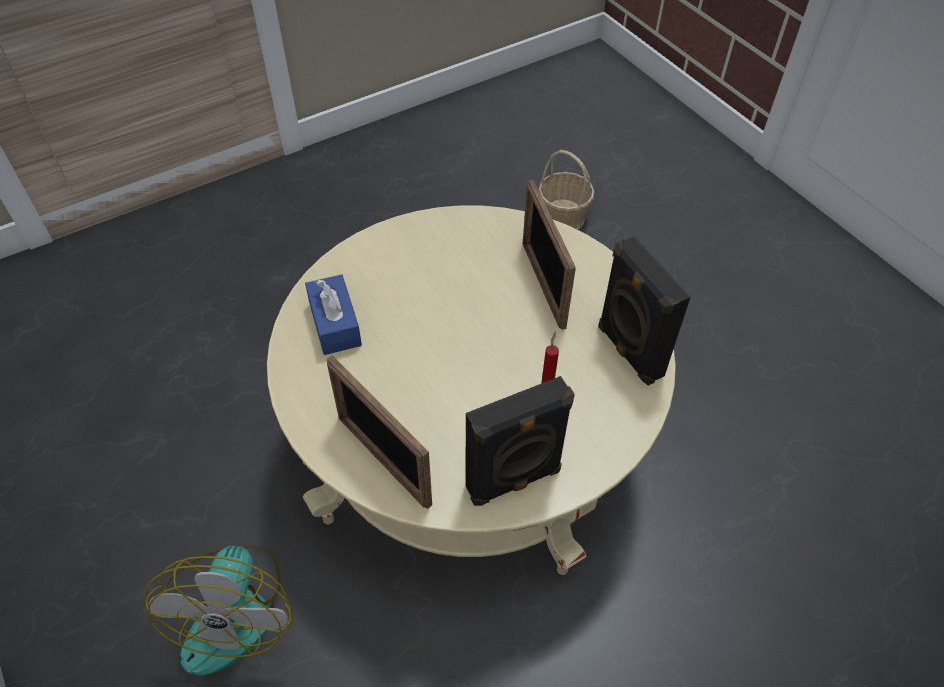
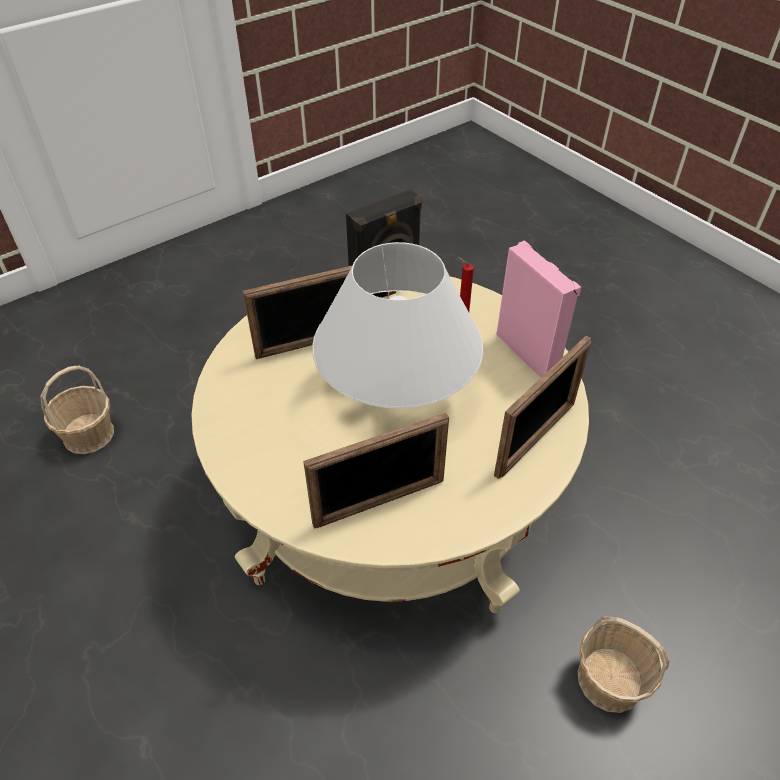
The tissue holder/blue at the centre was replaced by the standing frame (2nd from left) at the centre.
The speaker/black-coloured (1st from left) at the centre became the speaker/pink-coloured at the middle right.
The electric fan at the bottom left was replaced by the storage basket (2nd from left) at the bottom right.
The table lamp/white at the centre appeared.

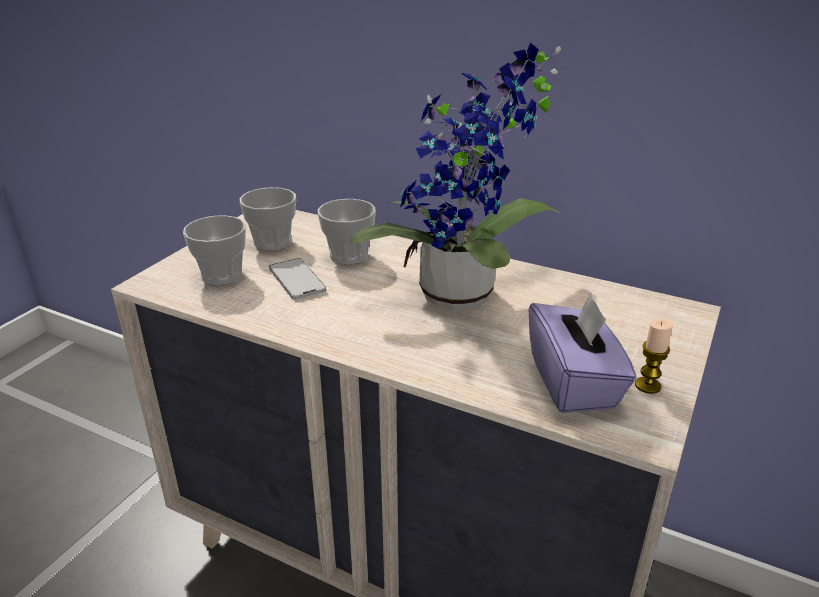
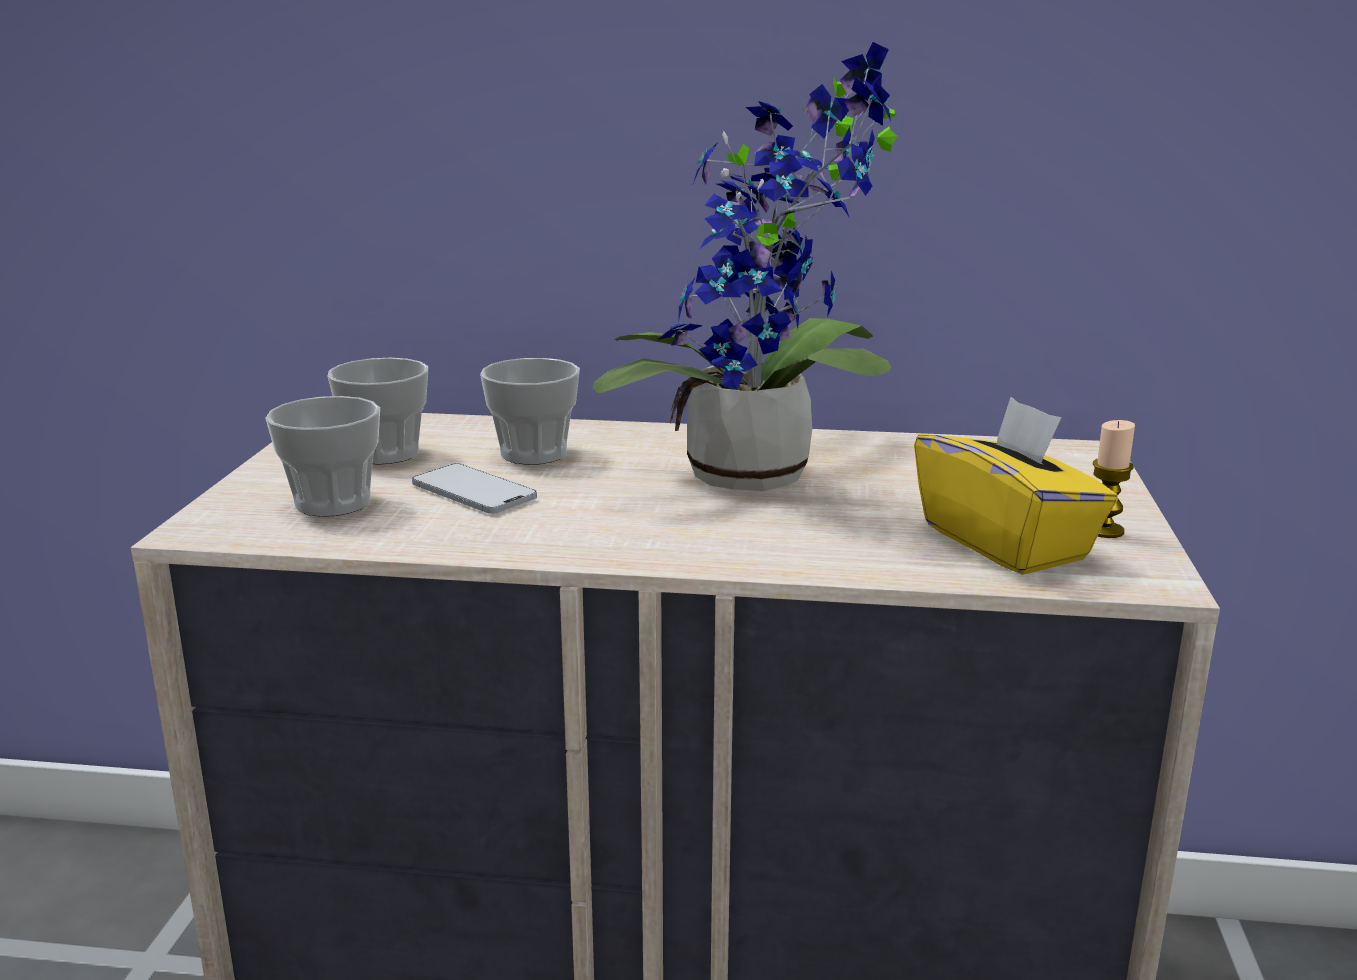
The tissue holder/purple at the middle right became the tissue holder/yellow-coloured at the middle right.

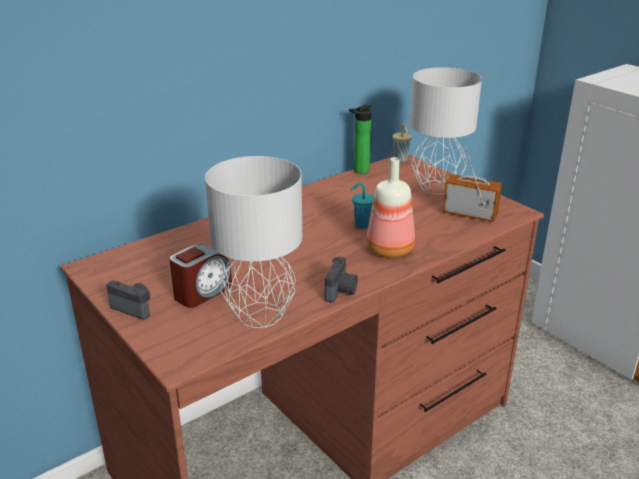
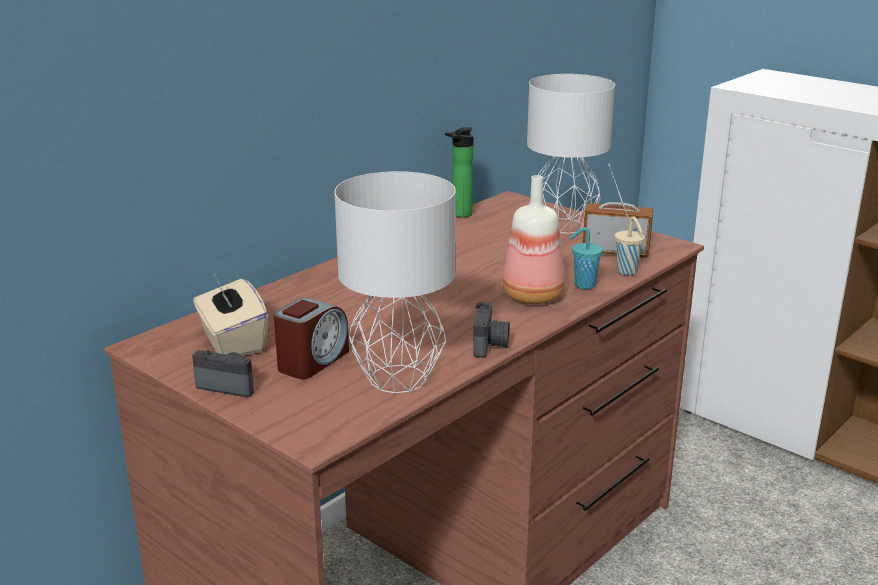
The cup/sand-coloured moved from the top centre to the middle right.
The cup/blue-green moved from the centre to the middle right.
The tissue holder/sand-coloured at the middle left appeared.

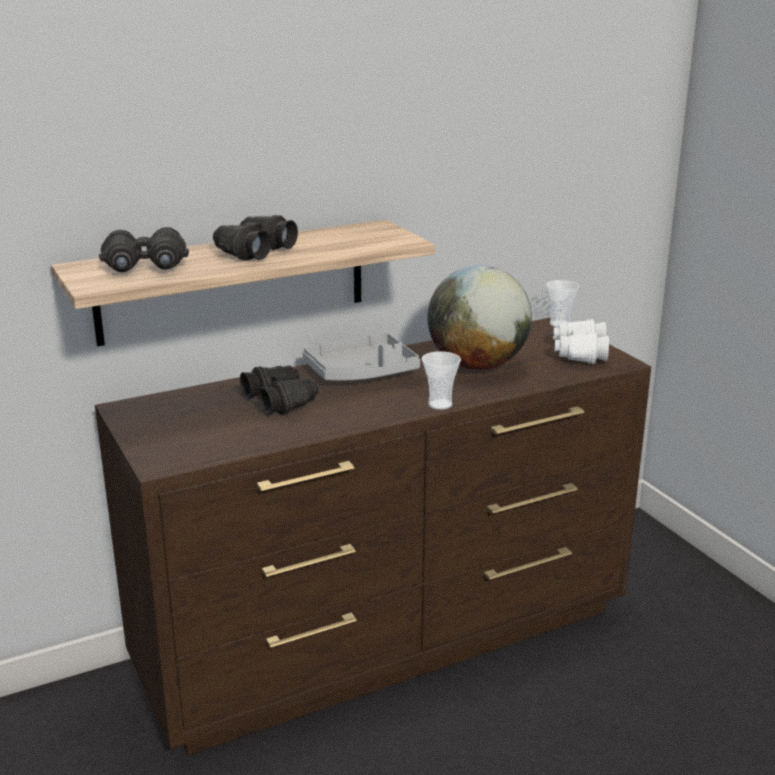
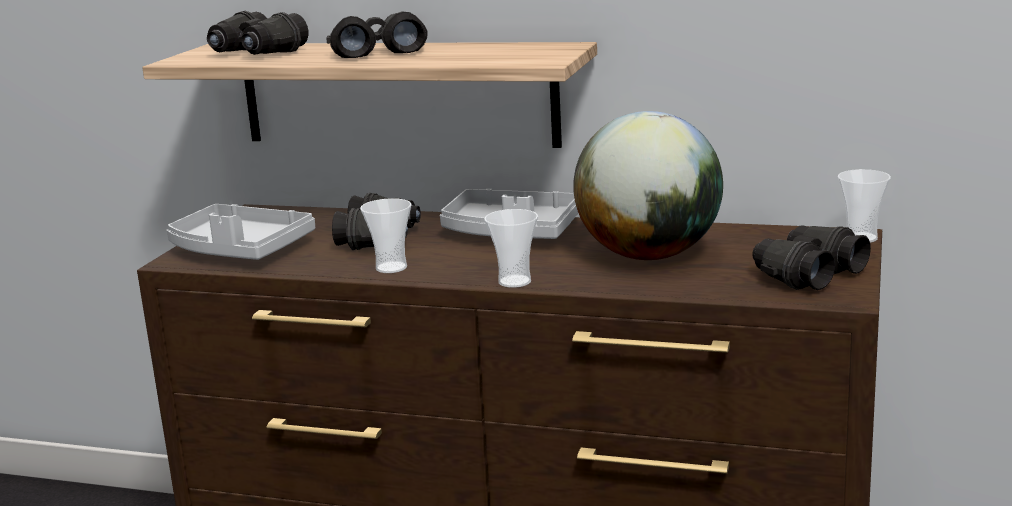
The binoculars/white at the middle right became the binoculars/black-coloured (4th from left) at the middle right.
The cup (1st from left) at the centre appeared.
The carrying tray/greyish (1st from left) at the middle left appeared.

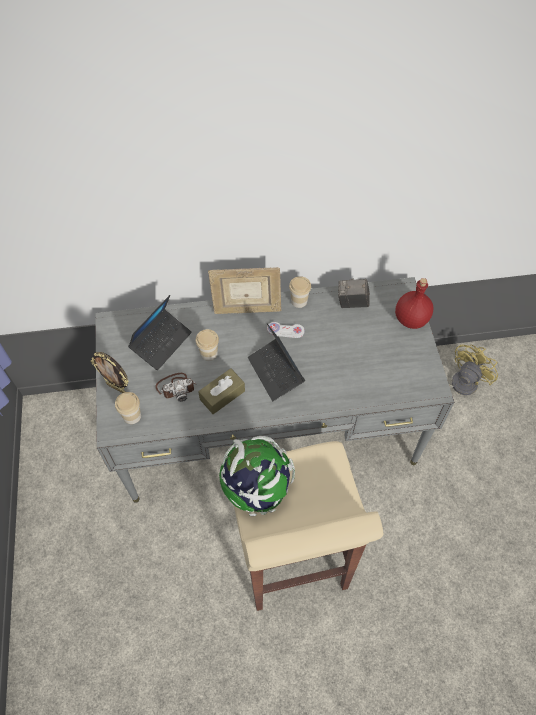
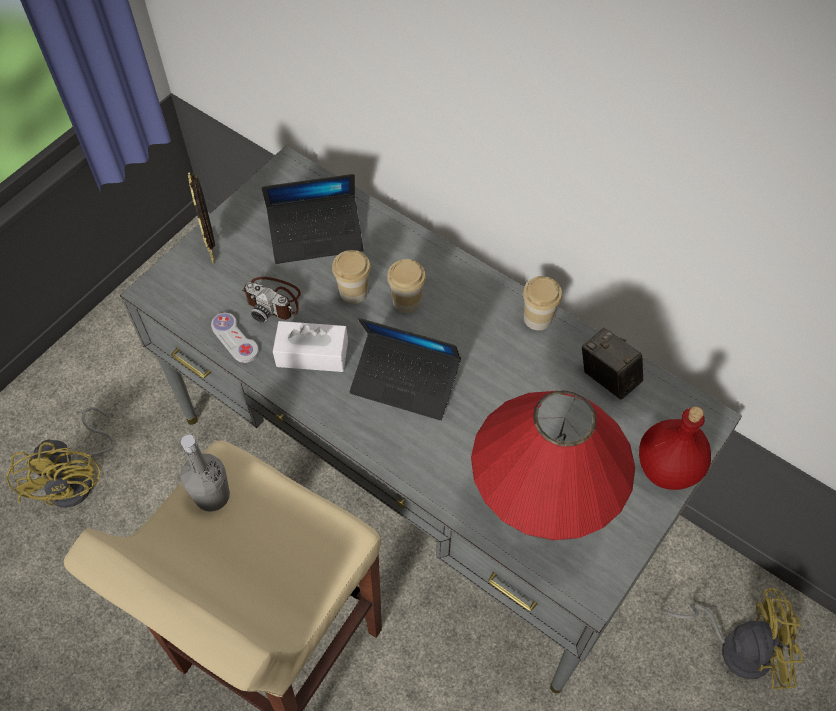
The standing frame (2nd from left) at the centre disappeared.
The joypad/white moved from the centre to the middle left.
The laptop (2nd from left) at the centre turned 90 degrees counterclockwise.
The tissue holder/brown at the centre became the tissue holder/white at the centre.
The cup (1st from left in the first image) moved from the middle left to the centre.
The world globe at the centre was replaced by the beverage bottle/greyish at the middle left.
The table lamp/red at the centre appeared.
The electric fan/yellow-coloured (1st from left) at the middle left appeared.

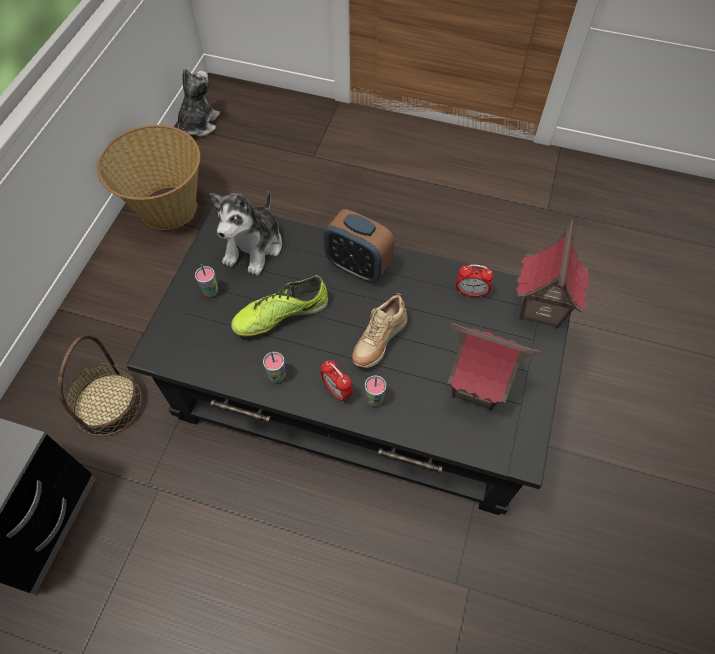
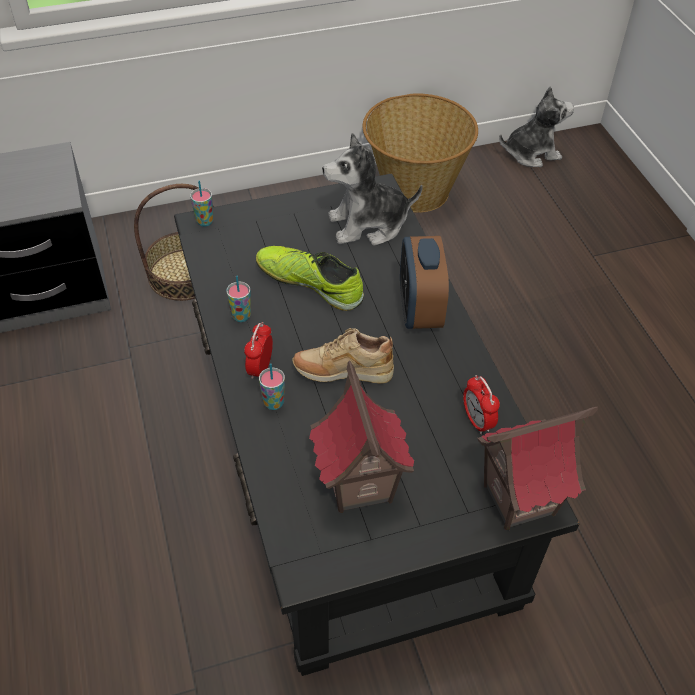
The cup (1st from left) moved from the middle left to the top left.

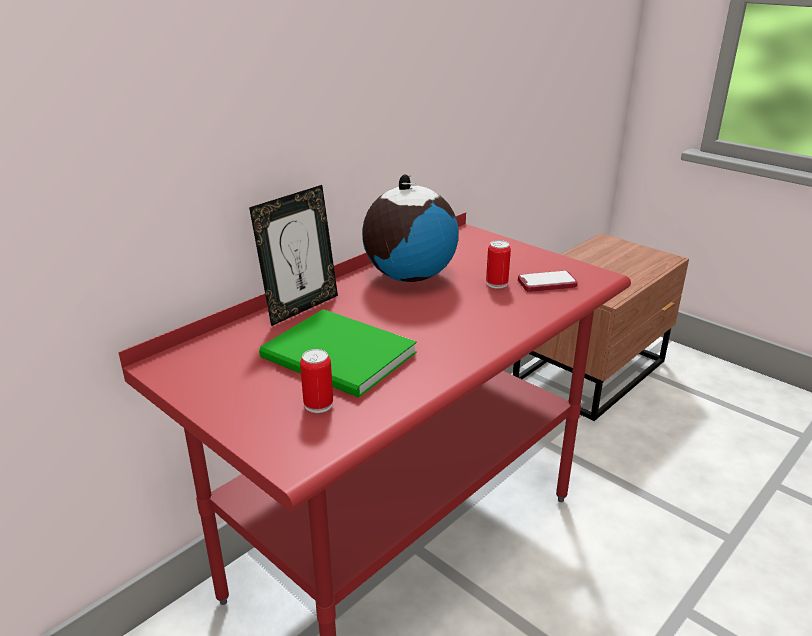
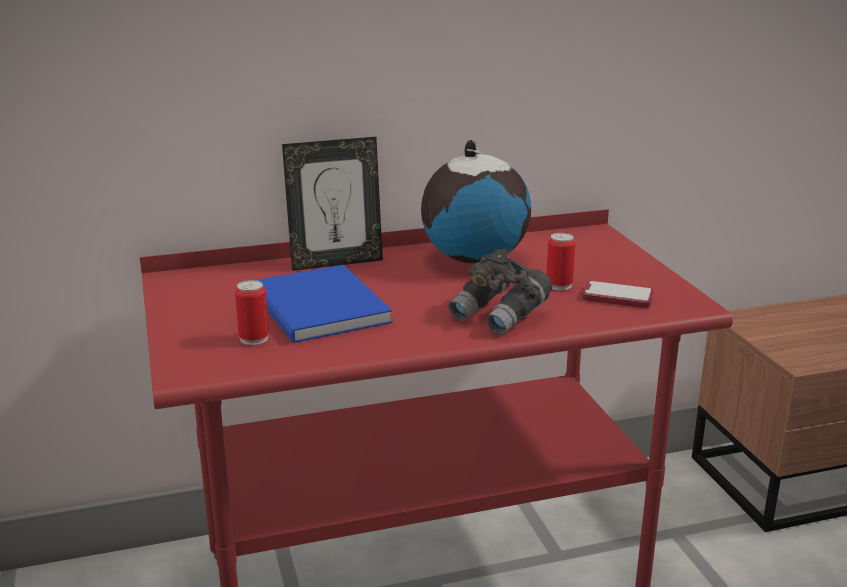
The book/green at the centre became the book/blue at the centre.
The binoculars/greyish at the centre appeared.

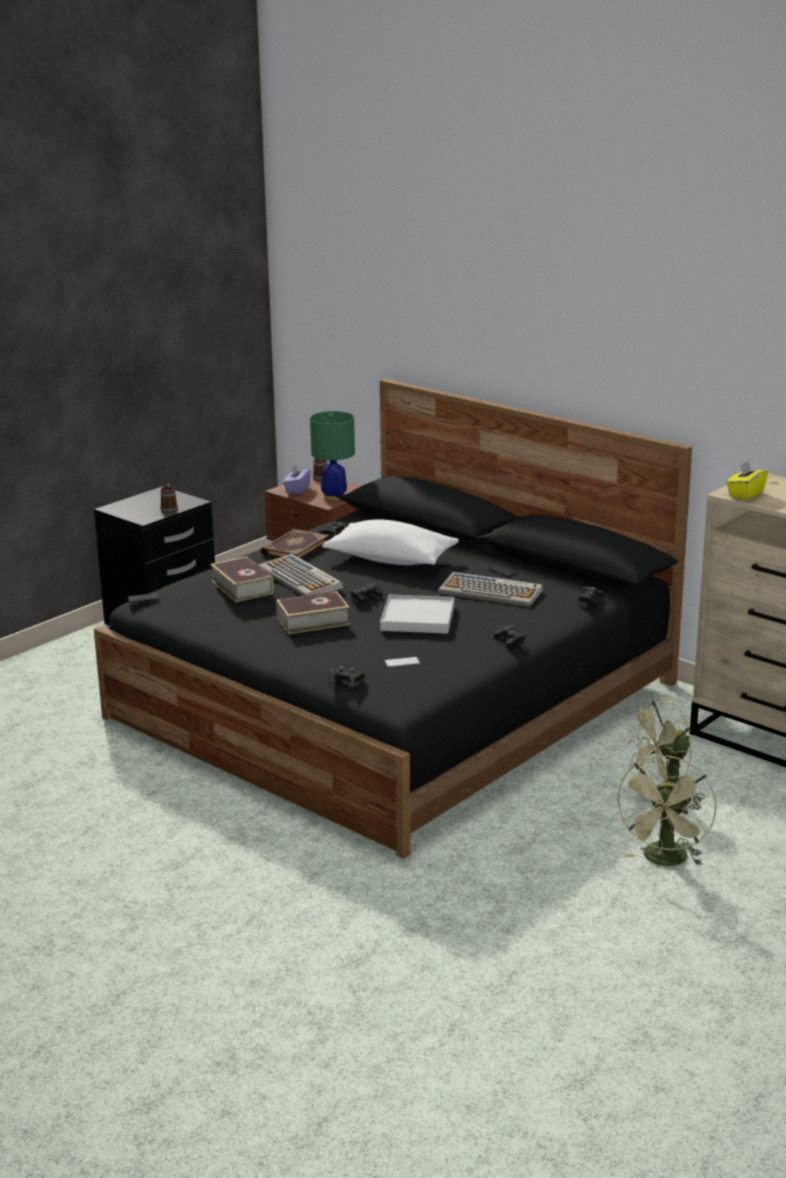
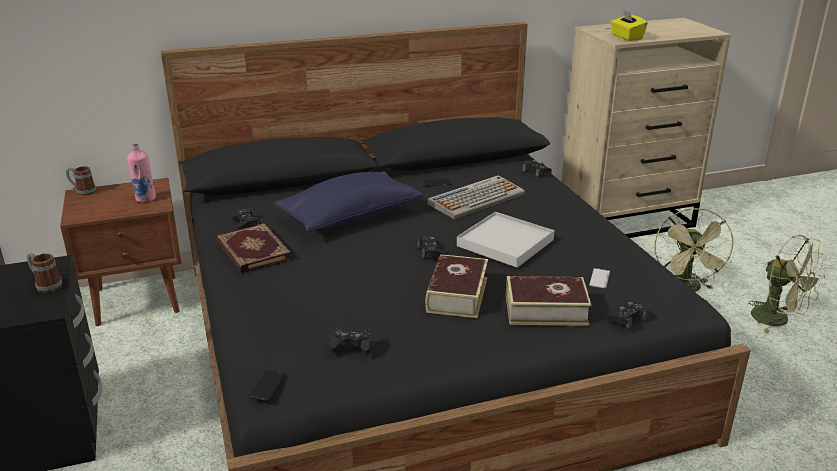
The table lamp/green at the centre was replaced by the beverage bottle/pink-coloured at the middle left.
The tissue holder/purple at the centre disappeared.
The cushion/white at the centre became the cushion/blue at the centre.
The computer keyboard (1st from left) at the centre disappeared.
The book (1st from left in the first image) moved from the middle left to the centre.
The joypad/black-coloured (4th from left in the first image) moved from the centre to the bottom centre.

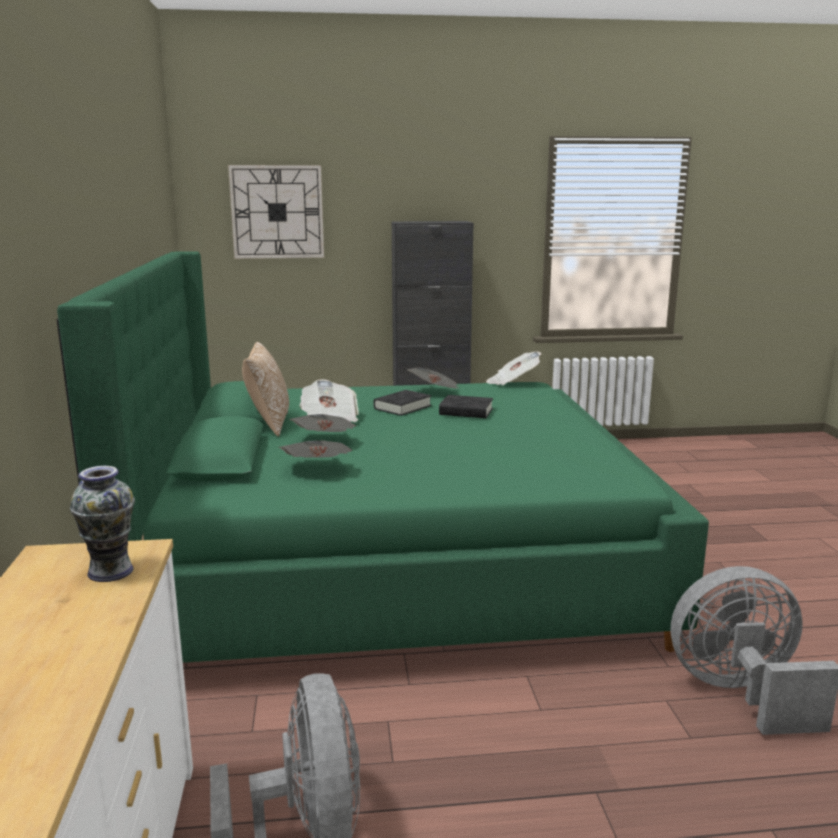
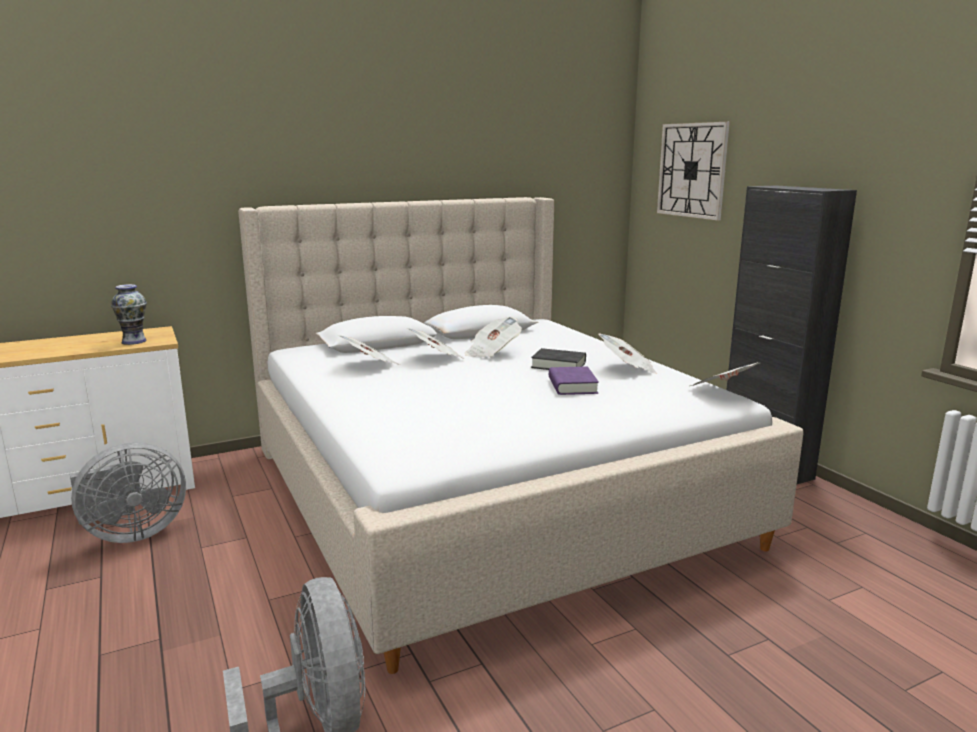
The sleeping bed/green at the centre became the sleeping bed/sand-coloured at the centre.
The cushion at the middle left disappeared.
The book/black-coloured (2nd from left) at the centre became the book/purple at the centre.

